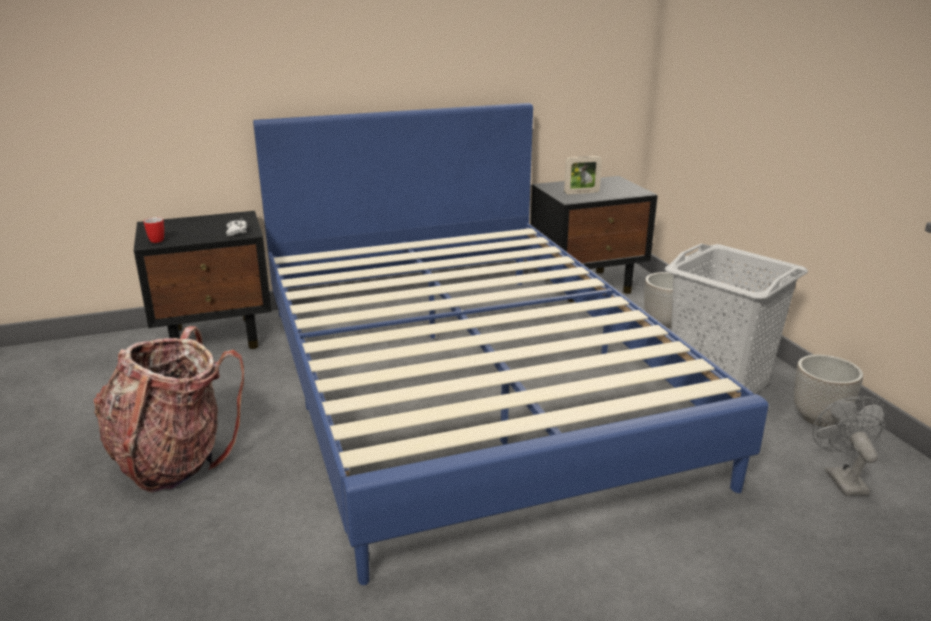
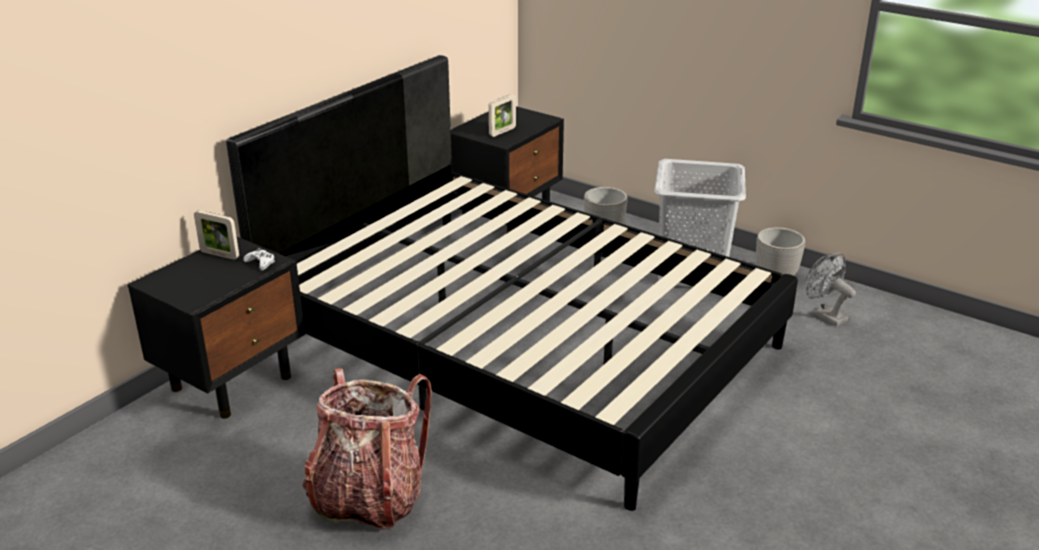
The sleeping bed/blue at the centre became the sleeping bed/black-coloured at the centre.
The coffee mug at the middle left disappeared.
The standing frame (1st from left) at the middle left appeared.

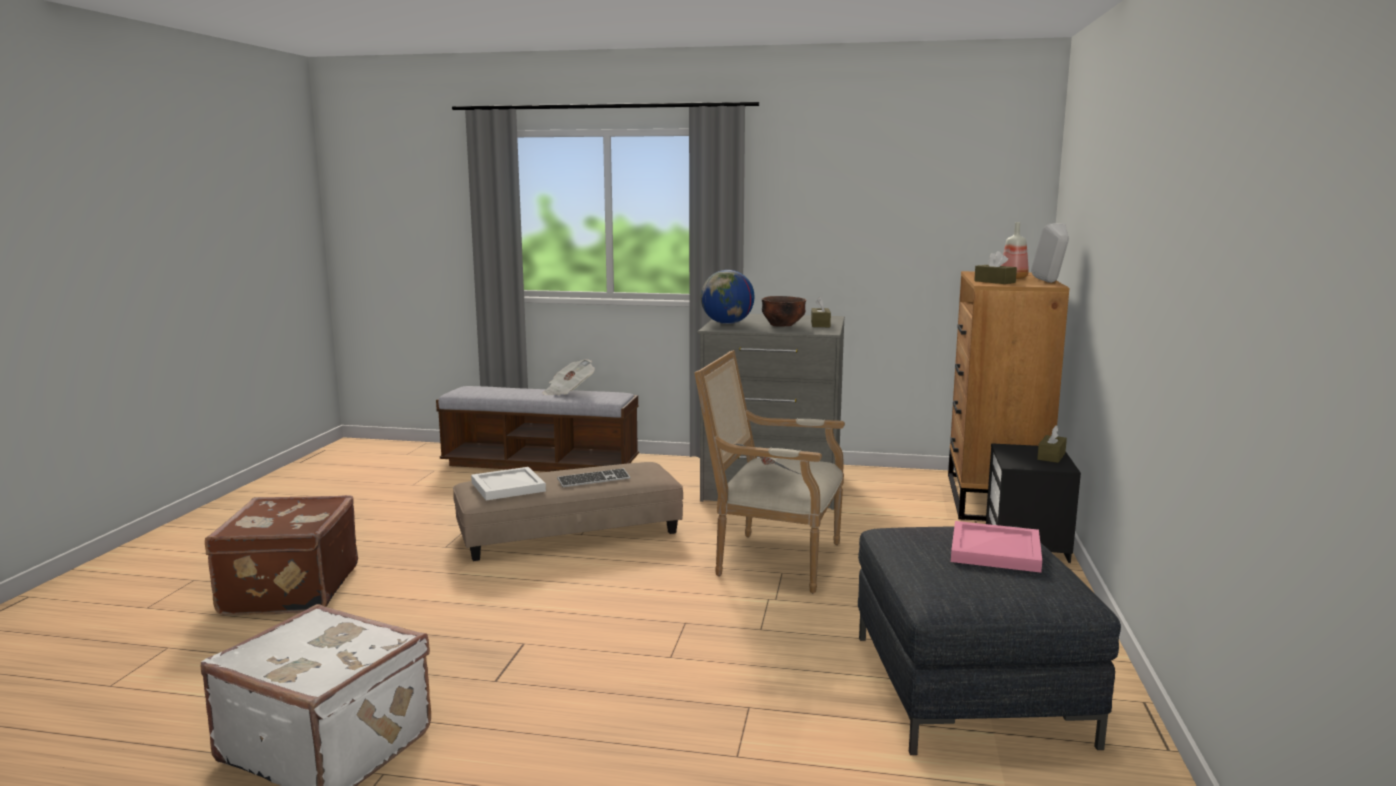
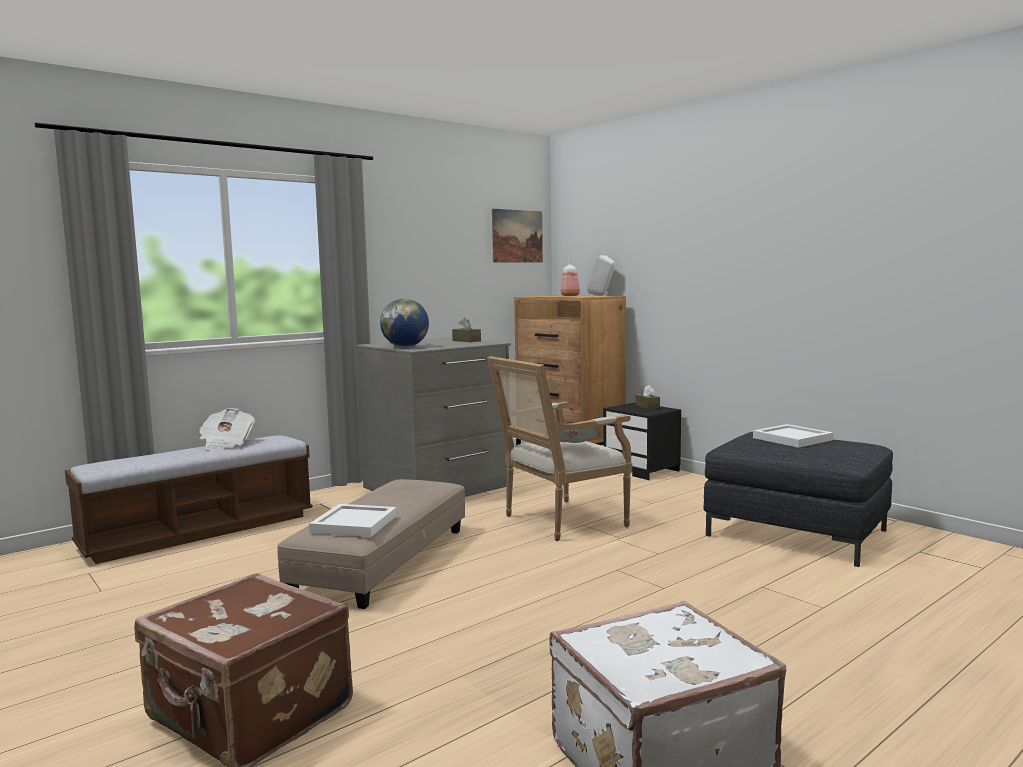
The tissue holder/brown (2nd from left) at the middle right disappeared.
The serving bowl/brown at the centre disappeared.
The computer keyboard at the centre disappeared.
The carrying tray/pink-coloured at the bottom right became the carrying tray/white (2nd from left) at the middle right.
The picture at the top centre appeared.

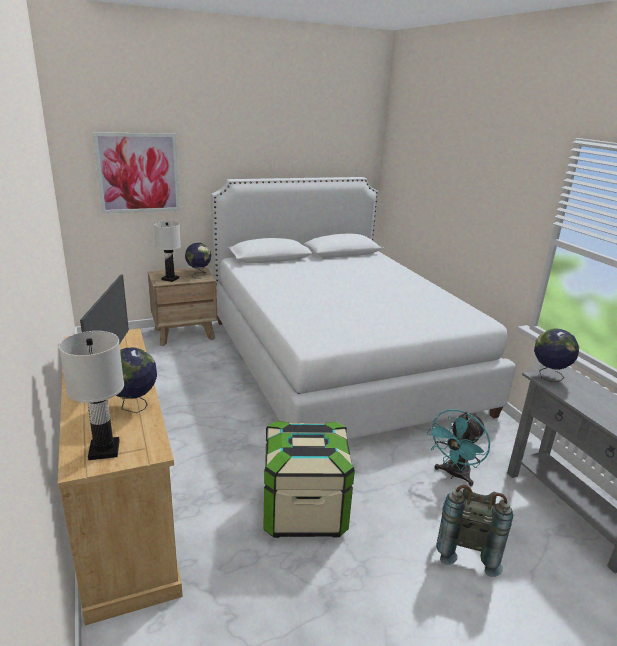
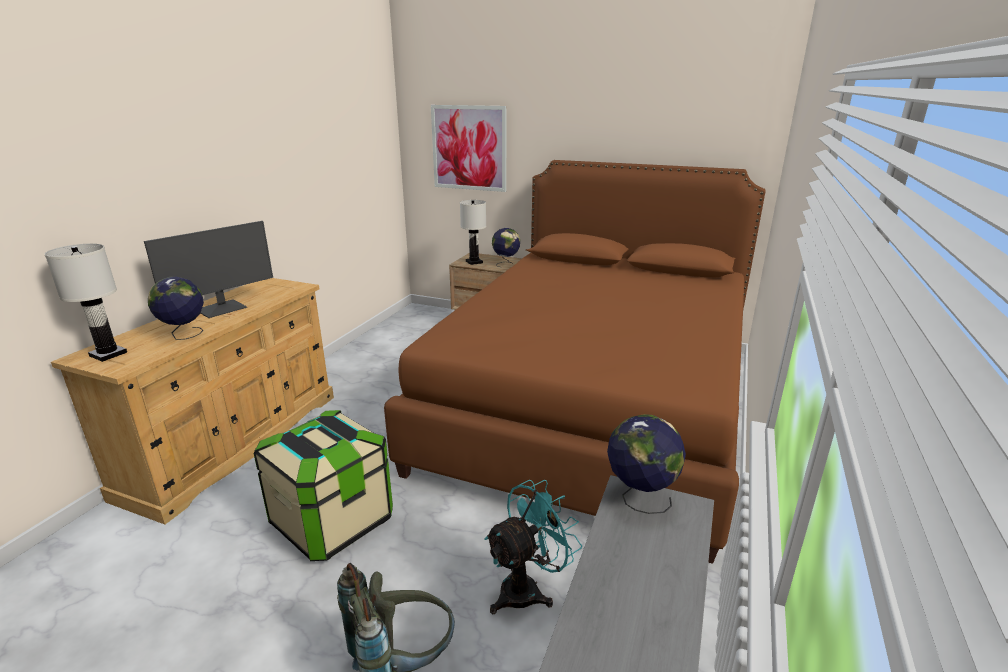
The sleeping bed/white at the centre became the sleeping bed/brown at the centre.
The electric fan/blue-green at the bottom right turned 150 degrees clockwise.

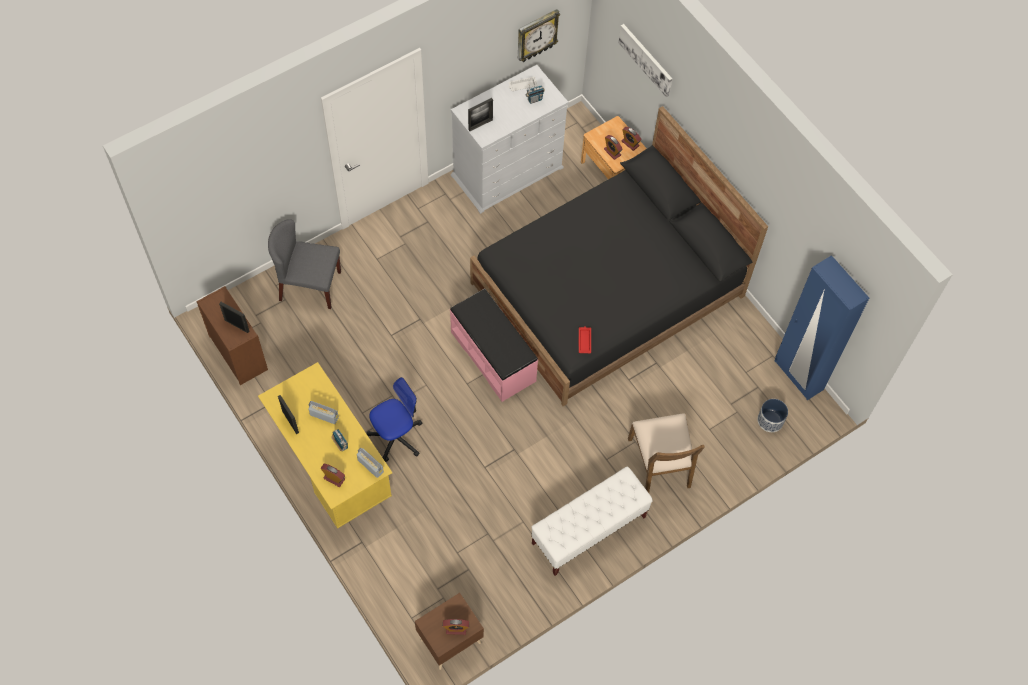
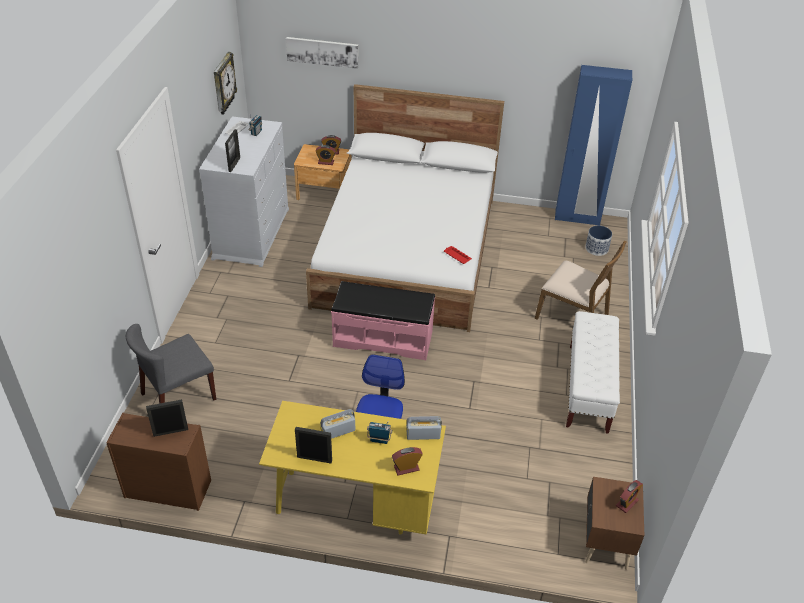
The sleeping bed/black-coloured at the centre became the sleeping bed/white at the centre.

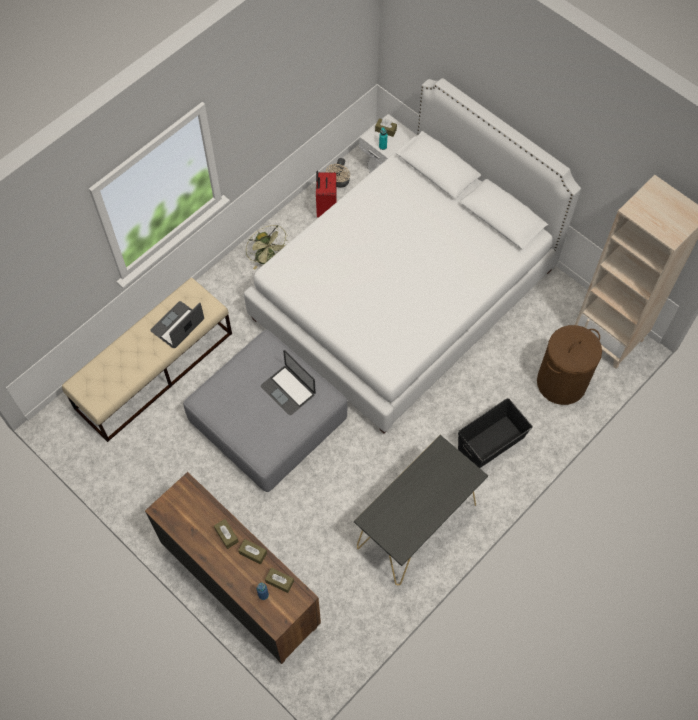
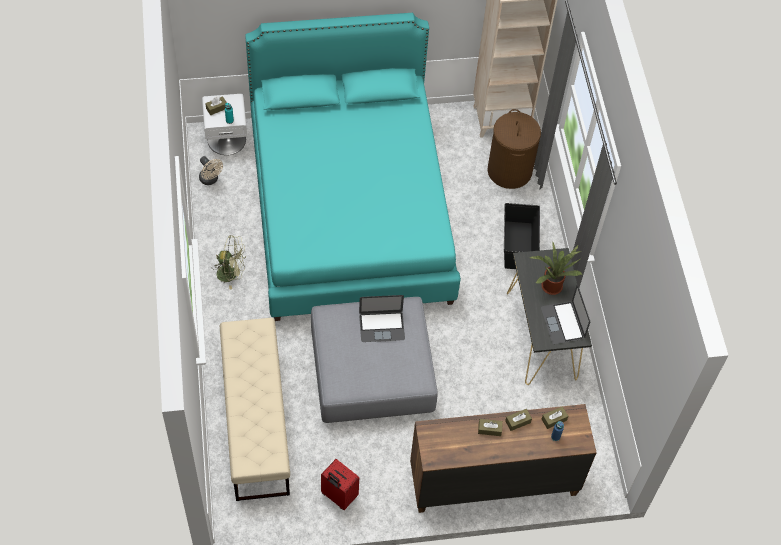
The sleeping bed/white at the centre became the sleeping bed/blue-green at the top centre.
The suitcase/red moved from the top centre to the bottom centre.
The laptop (1st from left in the first image) moved from the middle left to the middle right.
The houseplant at the middle right appeared.

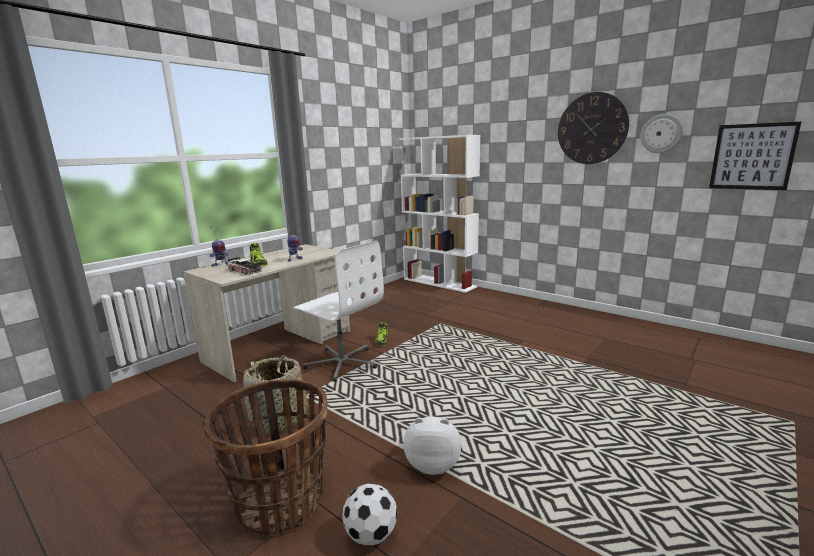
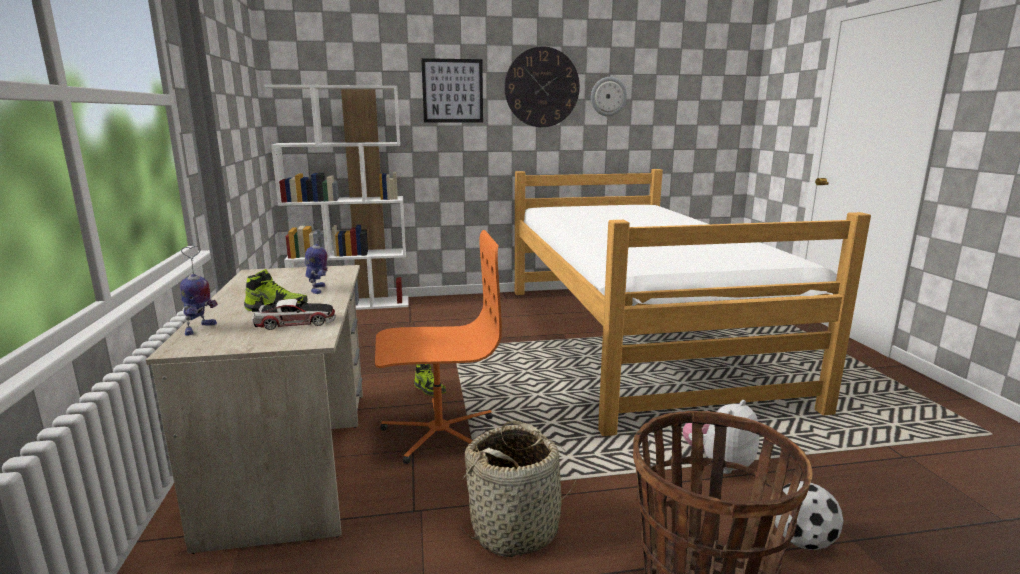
The picture moved from the top right to the top centre.
The office chair/white at the centre became the office chair/orange at the centre.
The sleeping bed at the middle right appeared.

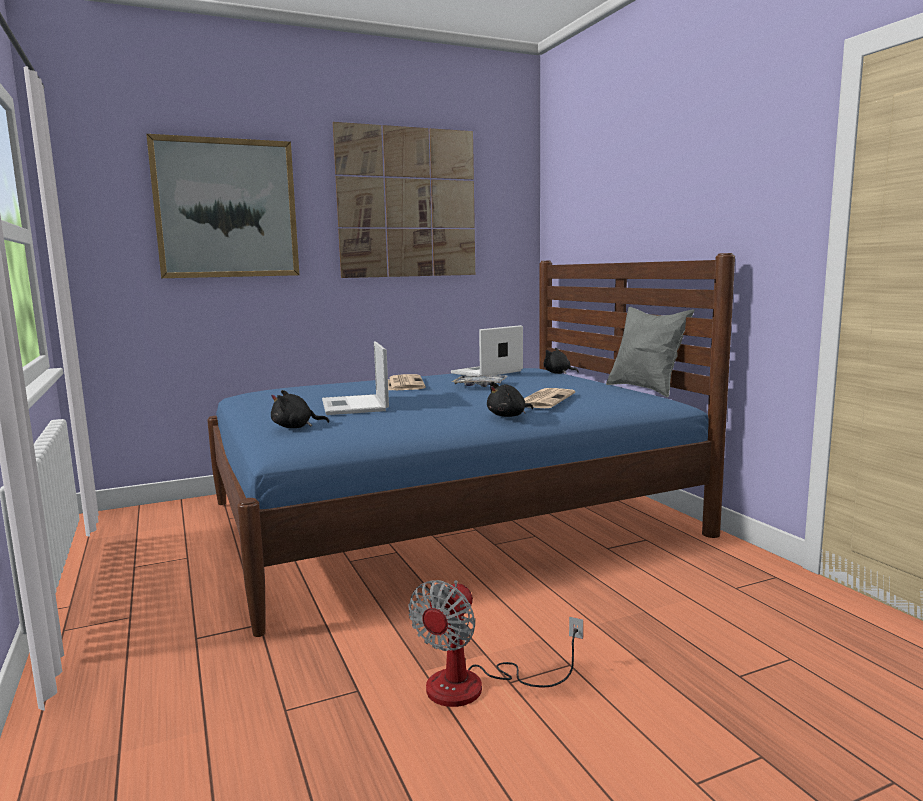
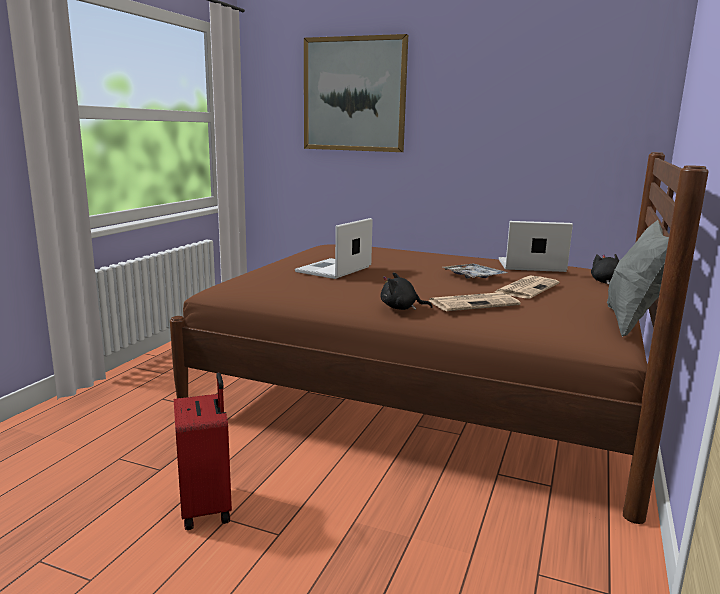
The picture (2nd from left) at the top centre disappeared.
The sleeping bed/blue at the centre became the sleeping bed/brown at the centre.
The printed paper (1st from left in the first image) moved from the centre to the middle right.
The soft toy/black-coloured (1st from left) at the middle left disappeared.
The electric fan at the bottom centre was replaced by the suitcase/red at the bottom left.

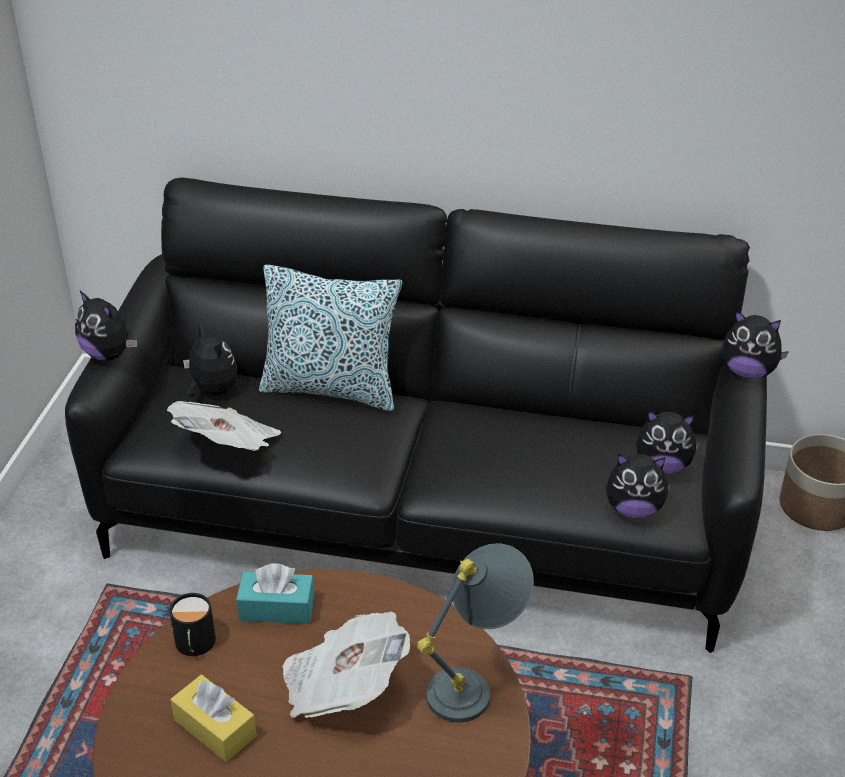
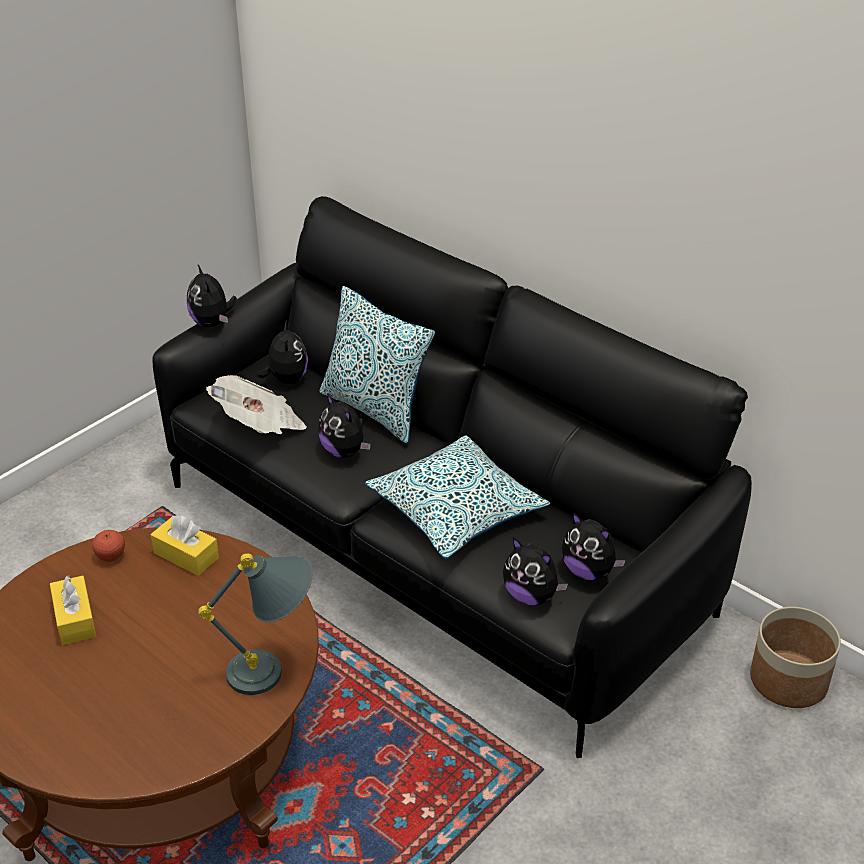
The soft toy (5th from left in the first image) moved from the middle right to the centre.
The tissue holder/blue-green at the bottom left became the tissue holder/yellow-coloured (2nd from left) at the middle left.
The coffee mug/black-coloured at the bottom left was replaced by the apple at the middle left.
The printed paper (2nd from left) at the bottom centre disappeared.
The cushion (2nd from left) at the centre appeared.

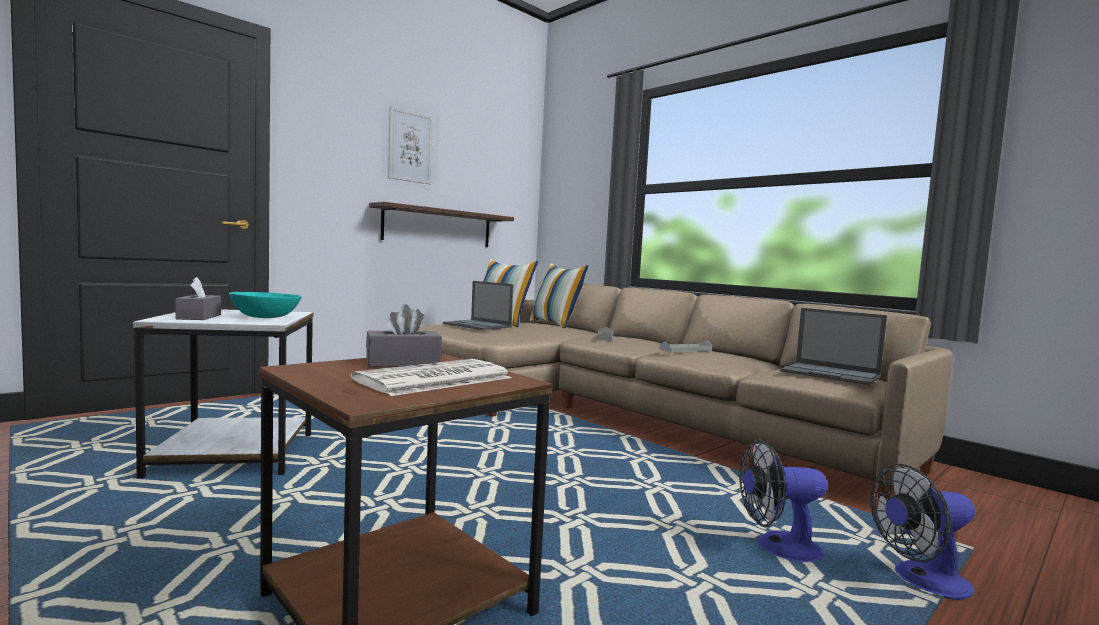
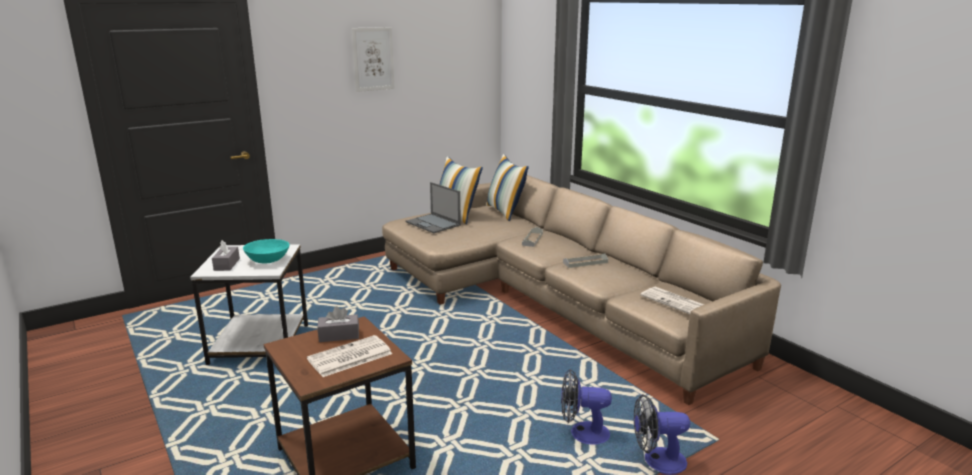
The bracket shelf at the centre disappeared.
The laptop (2nd from left) at the middle right was replaced by the printed paper (2nd from left) at the middle right.

